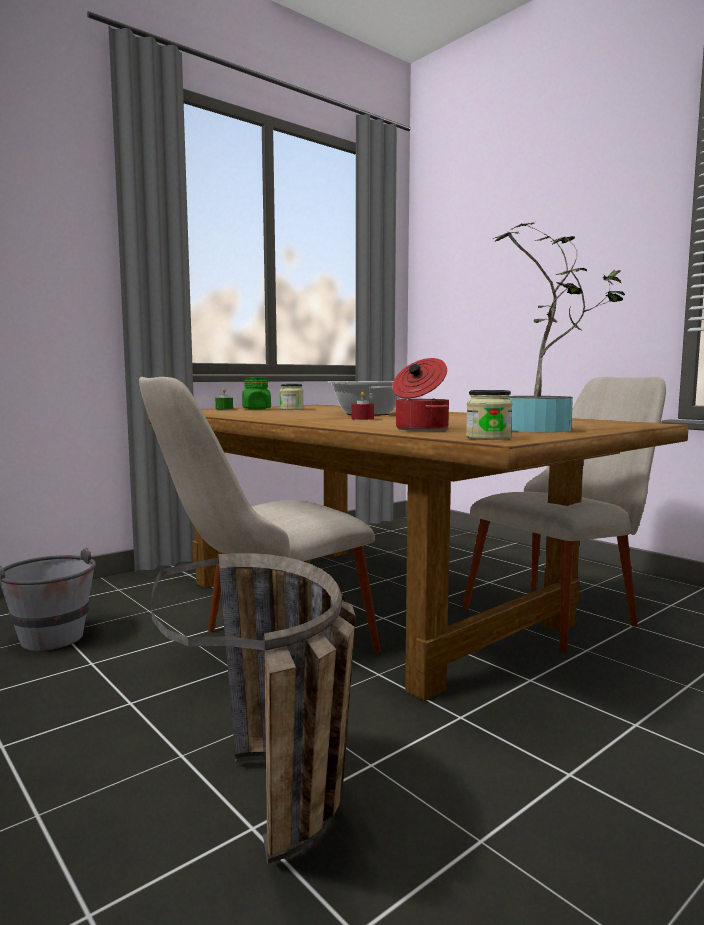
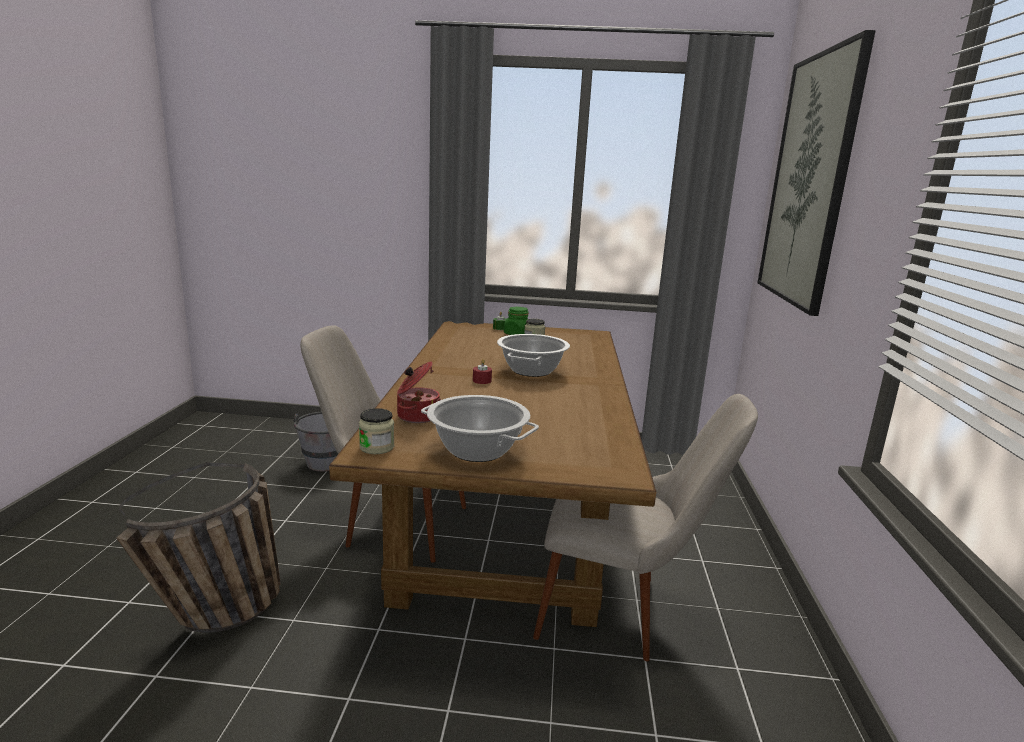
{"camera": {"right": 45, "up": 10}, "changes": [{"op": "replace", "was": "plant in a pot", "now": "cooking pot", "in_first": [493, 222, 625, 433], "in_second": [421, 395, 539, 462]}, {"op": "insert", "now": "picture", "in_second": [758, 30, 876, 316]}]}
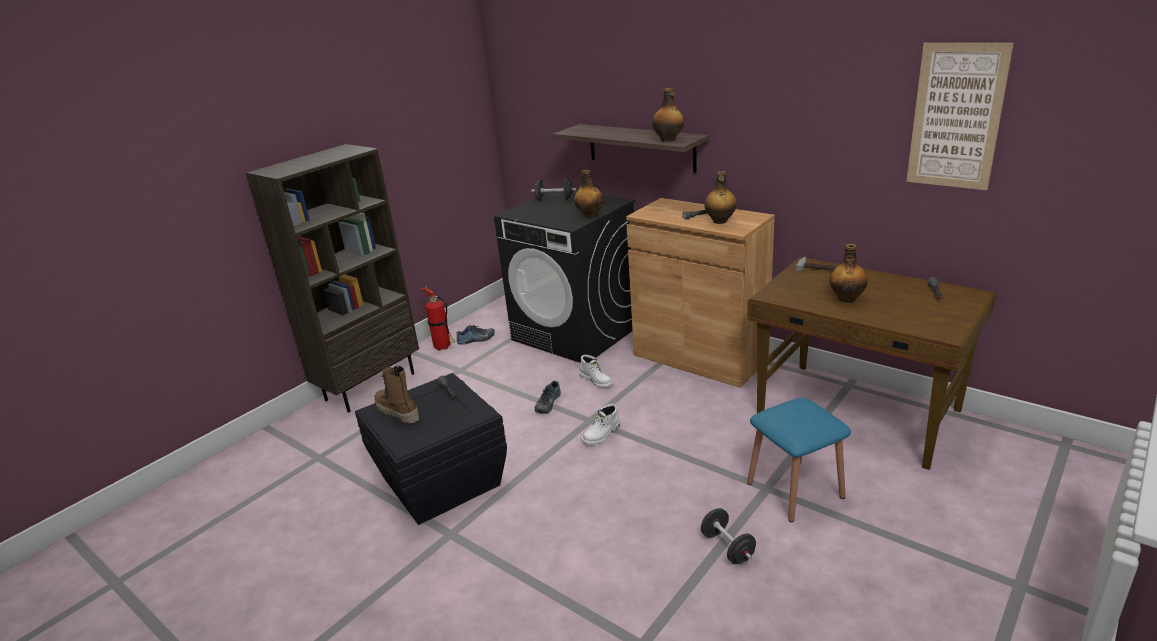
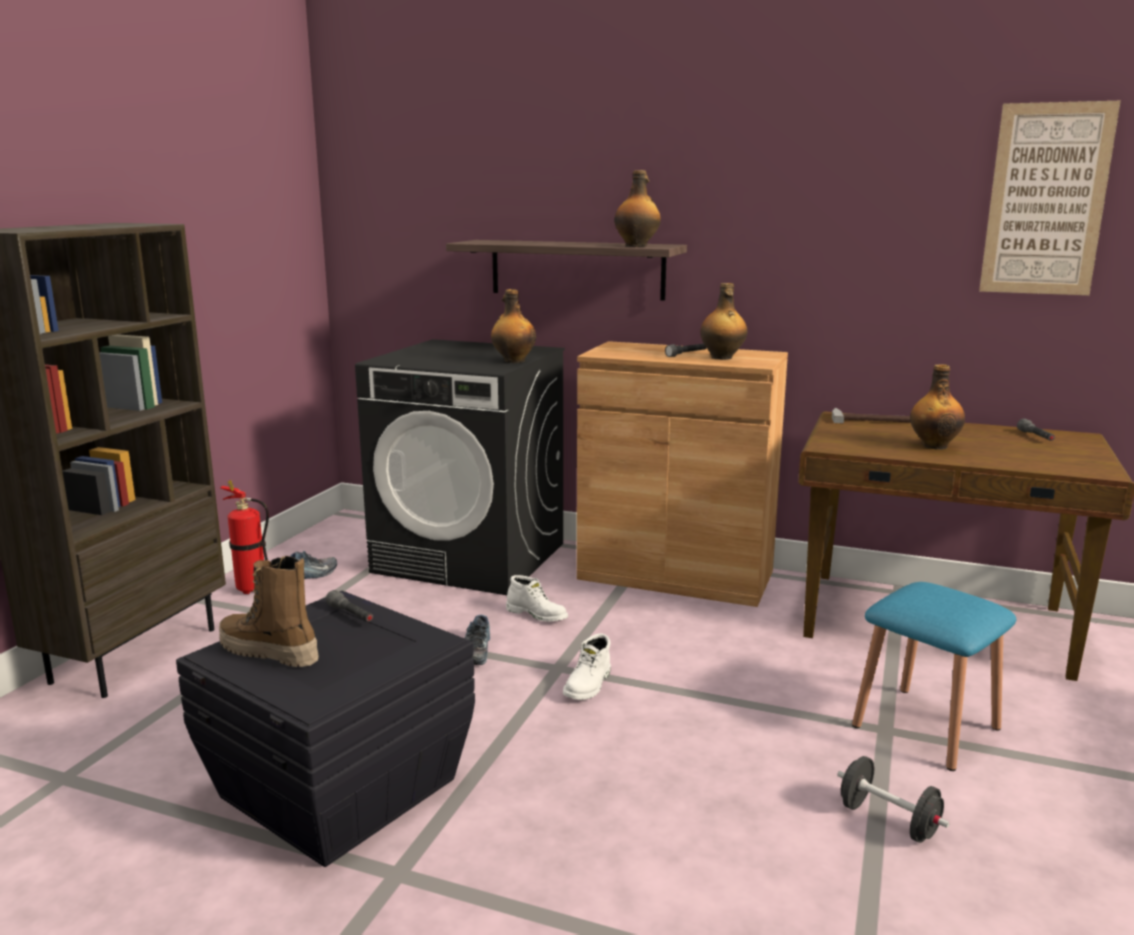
{"camera": {"right": -20, "up": -10}, "changes": [{"op": "delete", "was": "black-coloured dumbbell", "in_first": [531, 179, 576, 201]}]}
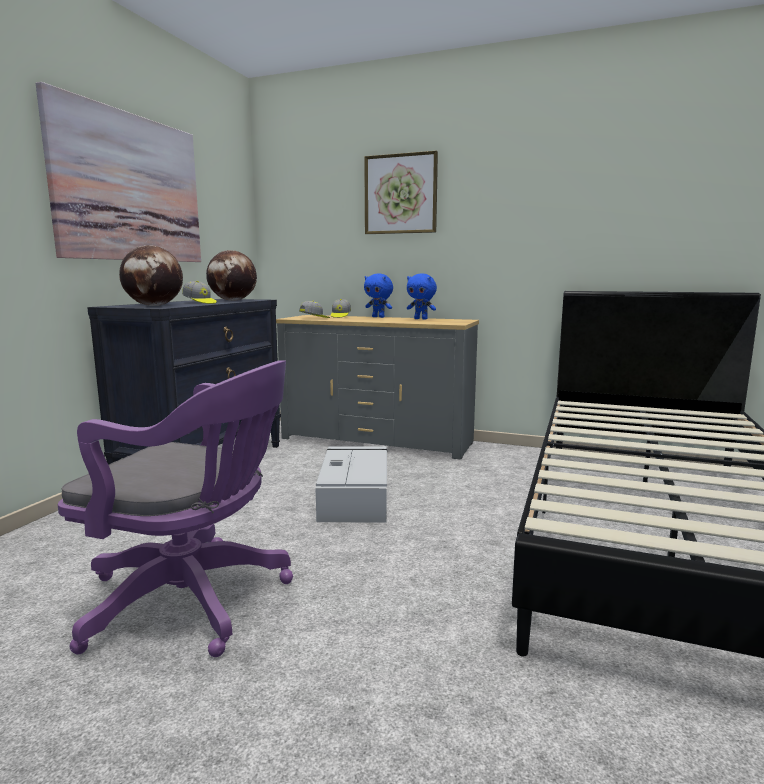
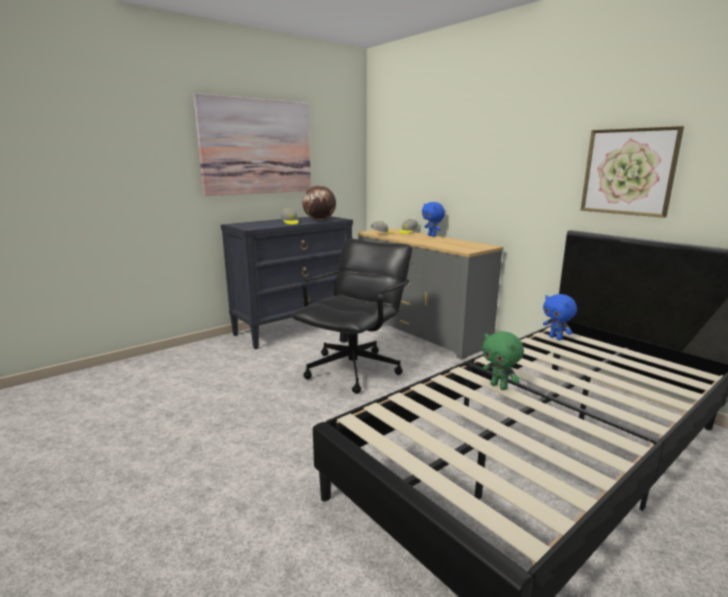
{"camera": {"right": 30, "up": 5}, "changes": [{"op": "replace", "was": "gray storage bin", "now": "black-coloured office chair", "in_first": [316, 446, 387, 522], "in_second": [292, 239, 413, 394]}, {"op": "insert", "now": "greenish cuddly toy", "in_second": [482, 331, 524, 390]}, {"op": "move", "was": "blue-coloured cuddly toy", "in_first": [407, 273, 437, 320], "in_second": [543, 294, 577, 340]}, {"op": "move", "was": "picture", "in_first": [364, 151, 438, 234], "in_second": [581, 126, 684, 218]}, {"op": "delete", "was": "purple-coloured office chair", "in_first": [58, 361, 293, 657]}, {"op": "delete", "was": "desk globe", "in_first": [119, 245, 183, 306]}]}
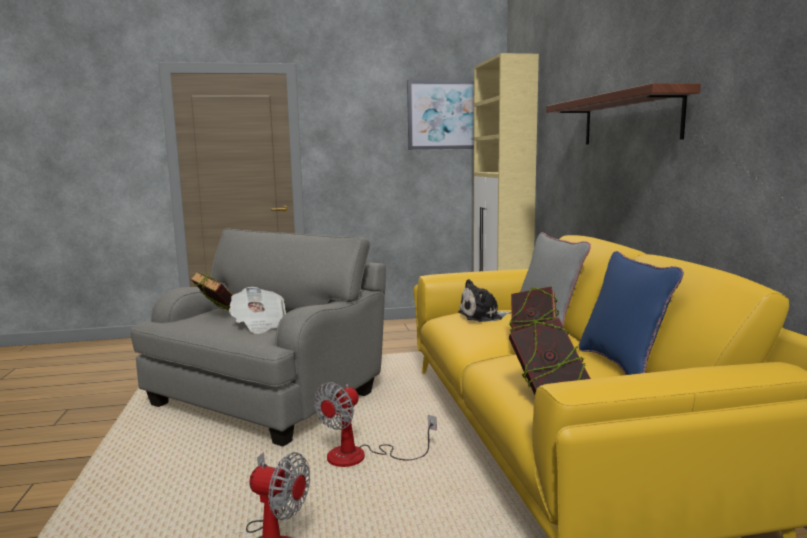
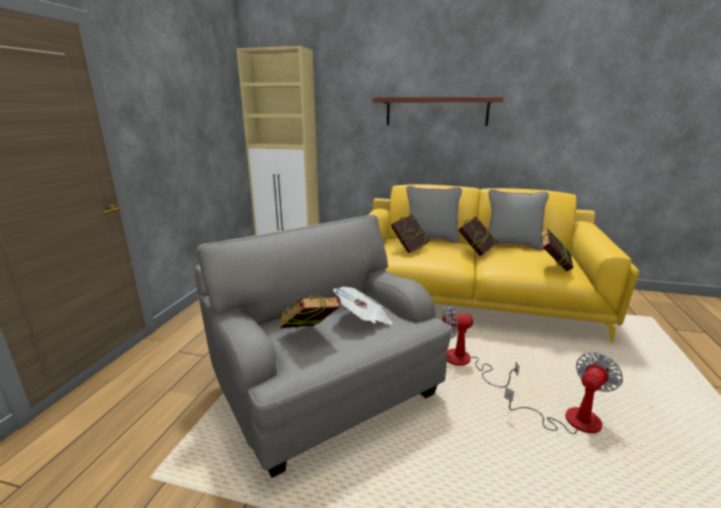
{"camera": {"right": -65, "up": 10}, "changes": [{"op": "replace", "was": "cuddly toy", "now": "bound book", "in_first": [458, 279, 511, 322], "in_second": [391, 214, 430, 253]}, {"op": "rotate", "was": "cooling fan", "in_first": [314, 382, 437, 467], "in_second": [442, 305, 519, 388], "clockwise": 120}, {"op": "recolor", "was": "blue-coloured cushion", "now": "gray cushion", "in_first": [579, 251, 684, 375], "in_second": [488, 189, 549, 250]}, {"op": "delete", "was": "picture", "in_first": [407, 80, 474, 150]}]}
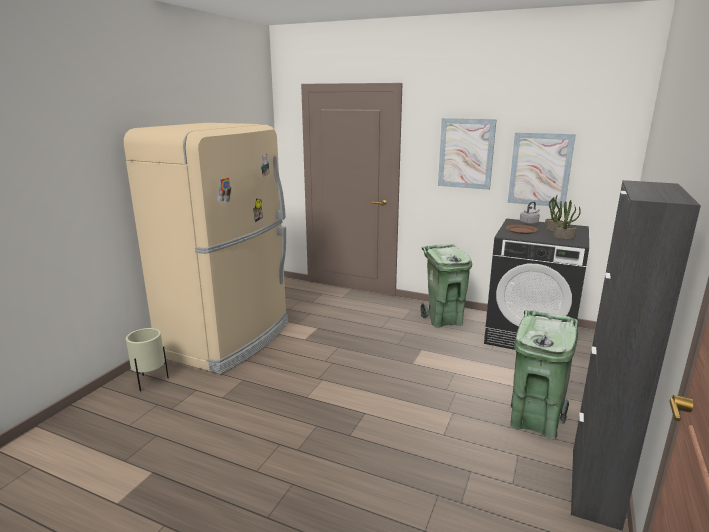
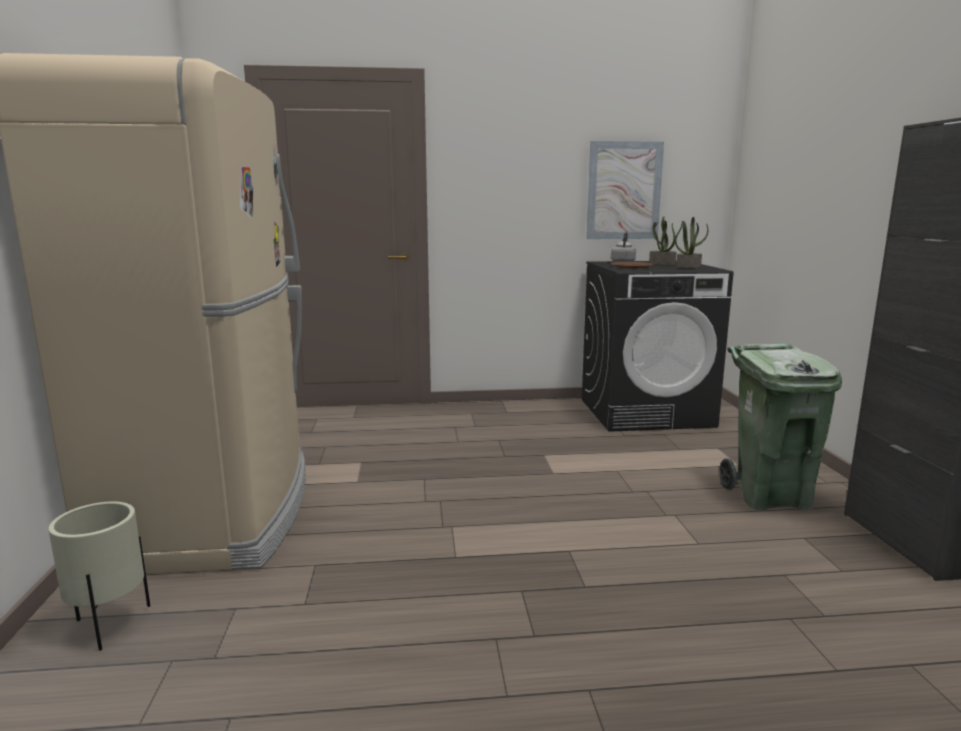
{"camera": {"right": -30, "up": -5}, "changes": [{"op": "delete", "was": "greenish waste bin", "in_first": [420, 244, 472, 328]}, {"op": "delete", "was": "picture", "in_first": [438, 118, 497, 190]}]}
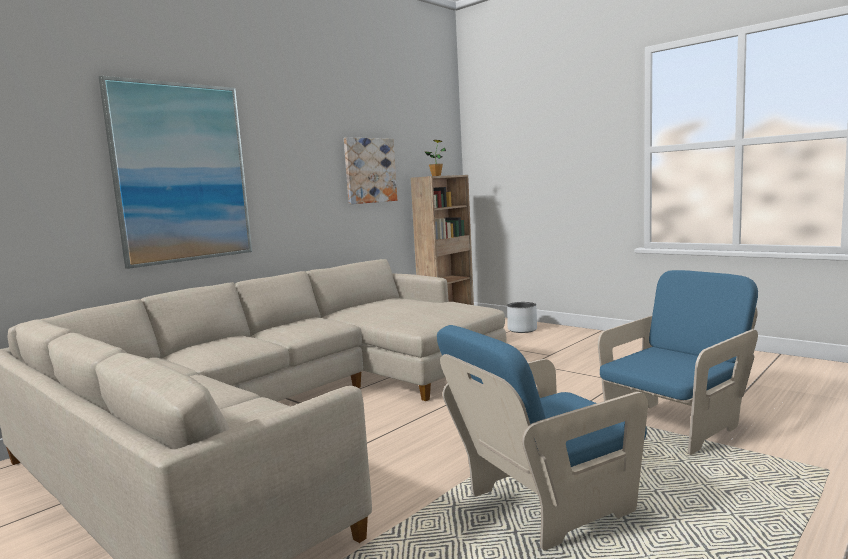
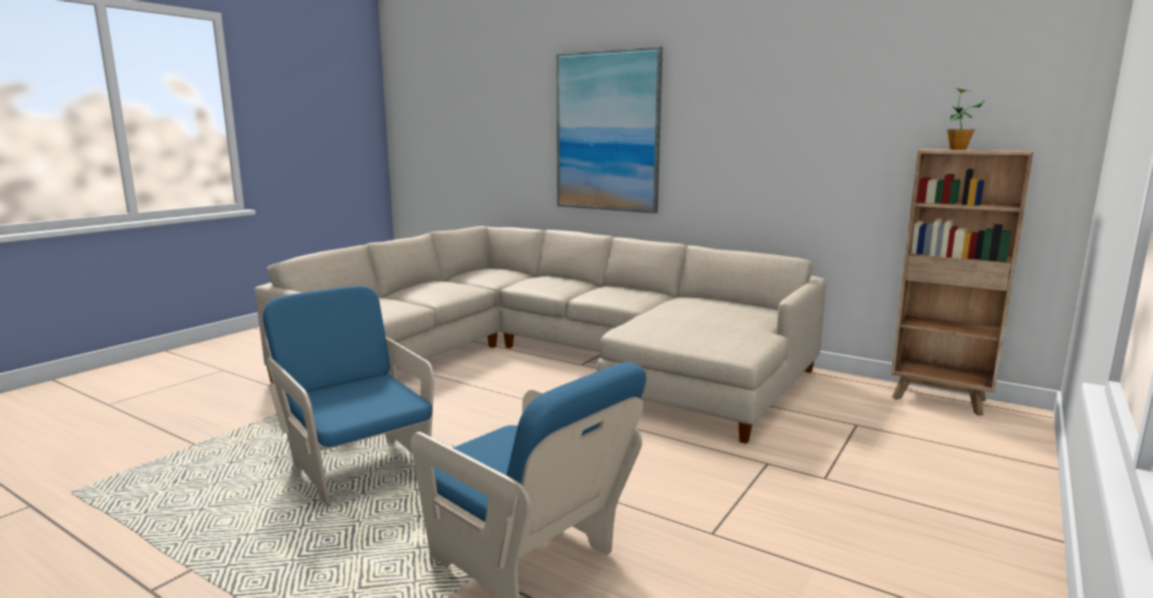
{"camera": {"right": 80, "up": 5}, "changes": [{"op": "delete", "was": "picture", "in_first": [344, 137, 397, 204]}, {"op": "delete", "was": "gray planter", "in_first": [507, 302, 537, 333]}]}
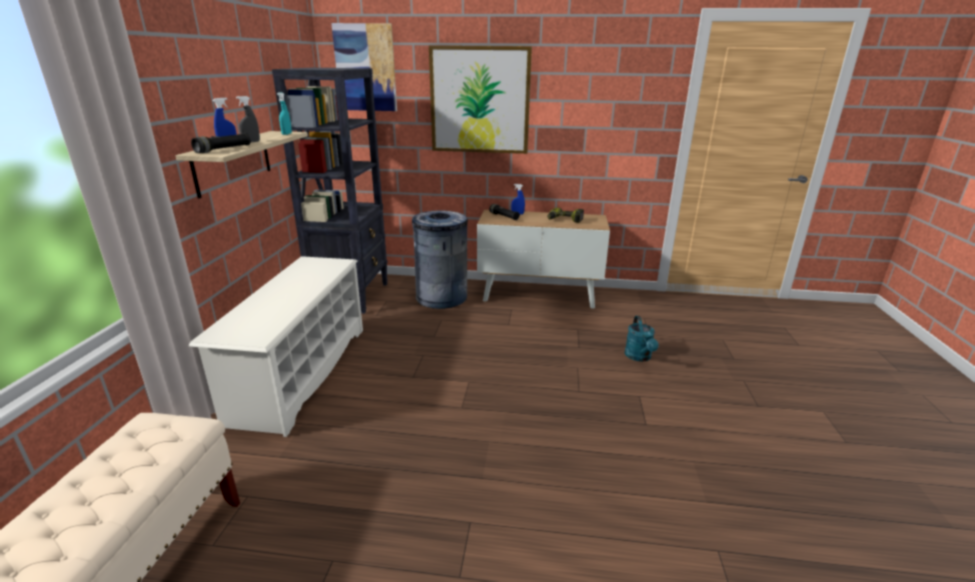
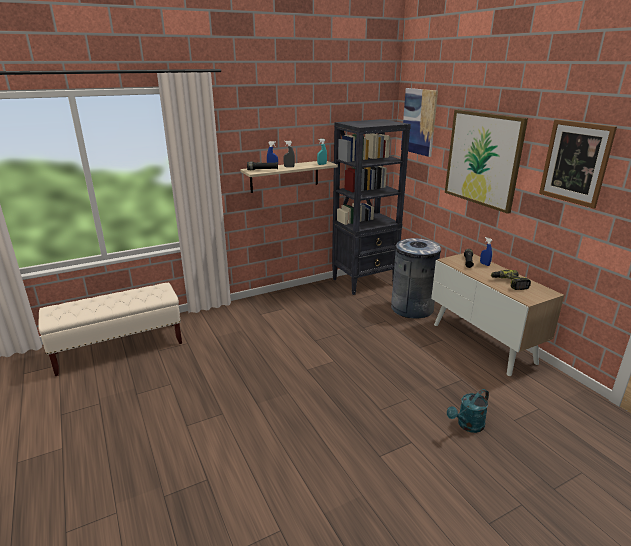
{"camera": {"right": 55, "up": 0}, "changes": [{"op": "insert", "now": "picture", "in_second": [539, 119, 617, 209]}, {"op": "delete", "was": "white-coloured shoe stand", "in_first": [189, 256, 363, 437]}]}
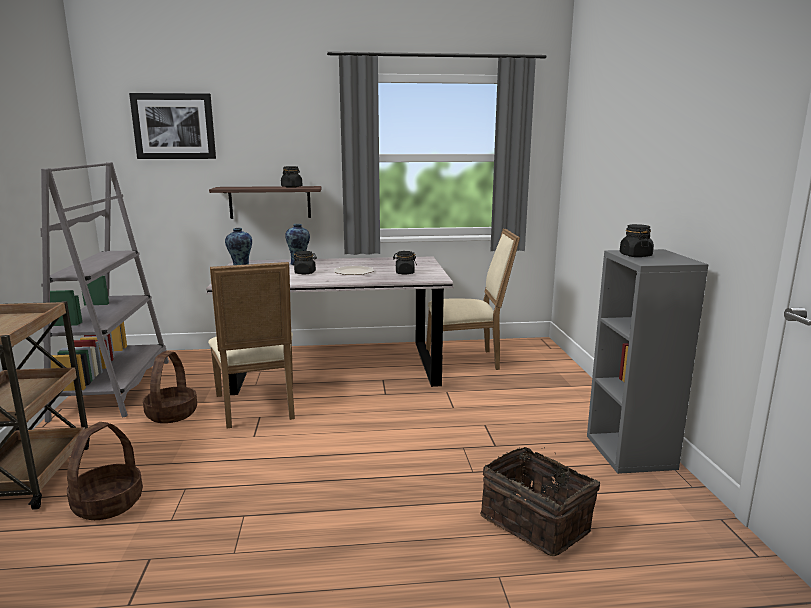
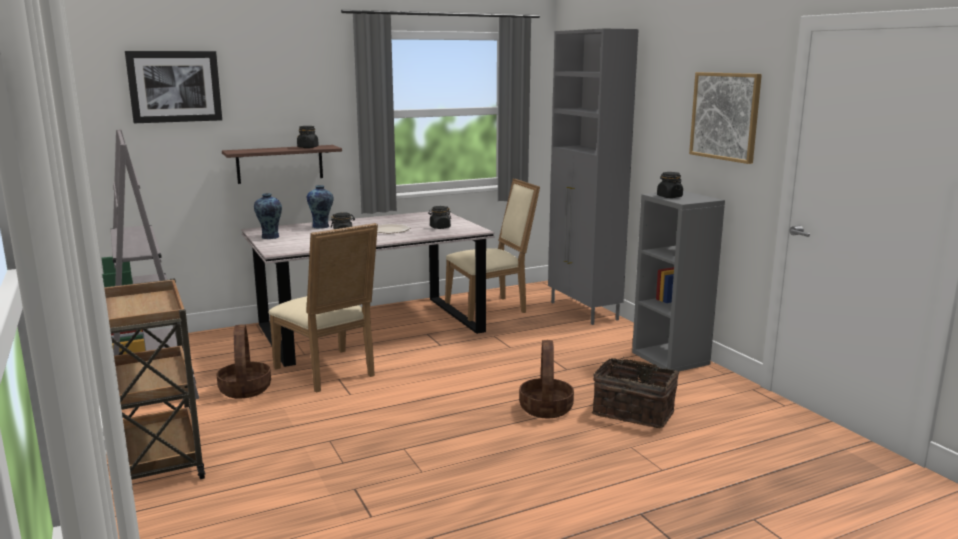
{"camera": {"right": -20, "up": 0}, "changes": [{"op": "move", "was": "basket", "in_first": [67, 422, 143, 520], "in_second": [519, 340, 574, 418]}, {"op": "insert", "now": "gray cabinet", "in_second": [548, 29, 639, 325]}, {"op": "insert", "now": "picture", "in_second": [689, 72, 762, 164]}]}
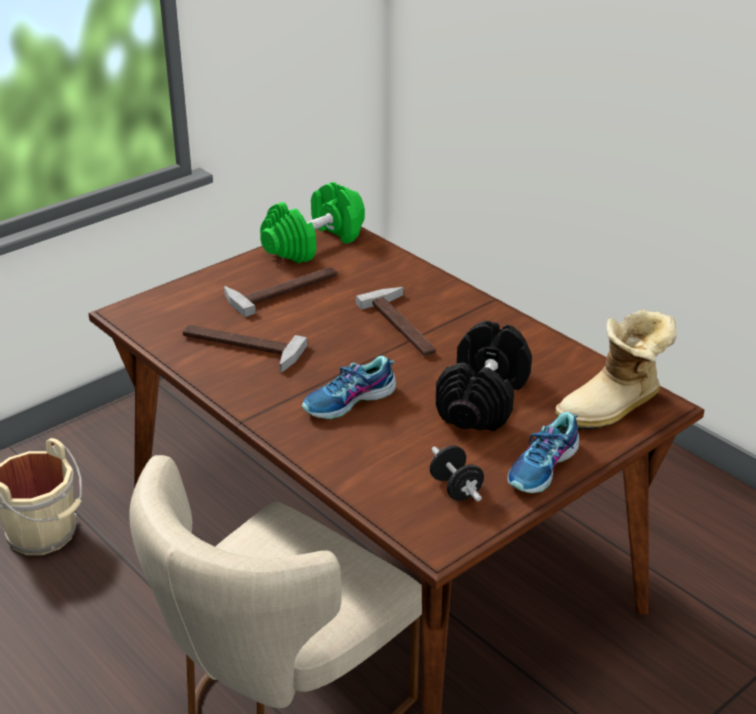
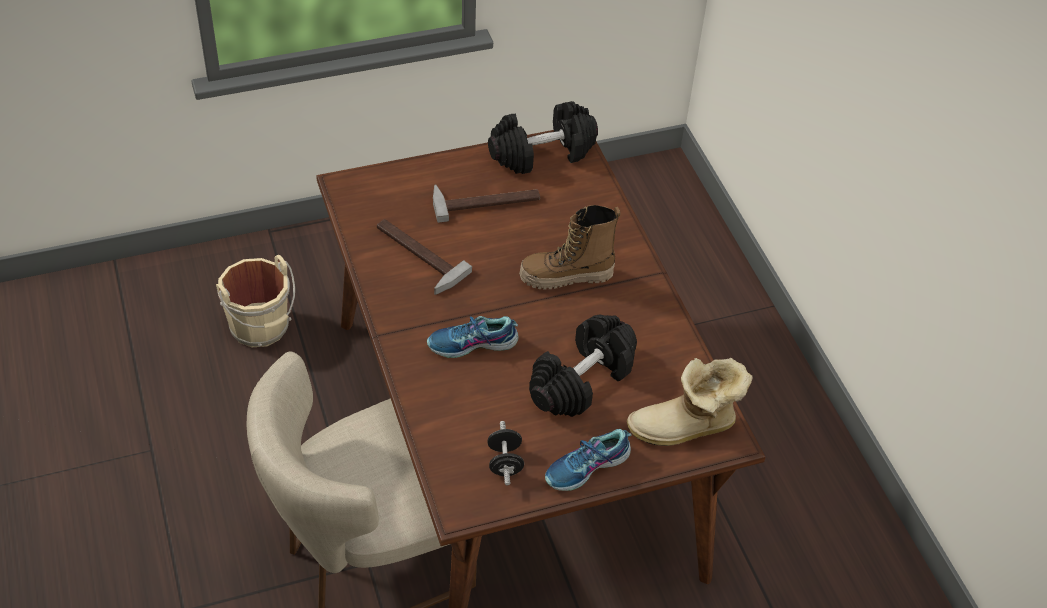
{"camera": {"right": 20, "up": 15}, "changes": [{"op": "recolor", "was": "greenish dumbbell", "now": "black-coloured dumbbell", "in_first": [260, 182, 365, 264], "in_second": [488, 101, 598, 174]}, {"op": "replace", "was": "tool hammer", "now": "tall boot", "in_first": [356, 287, 436, 356], "in_second": [519, 205, 620, 290]}]}
